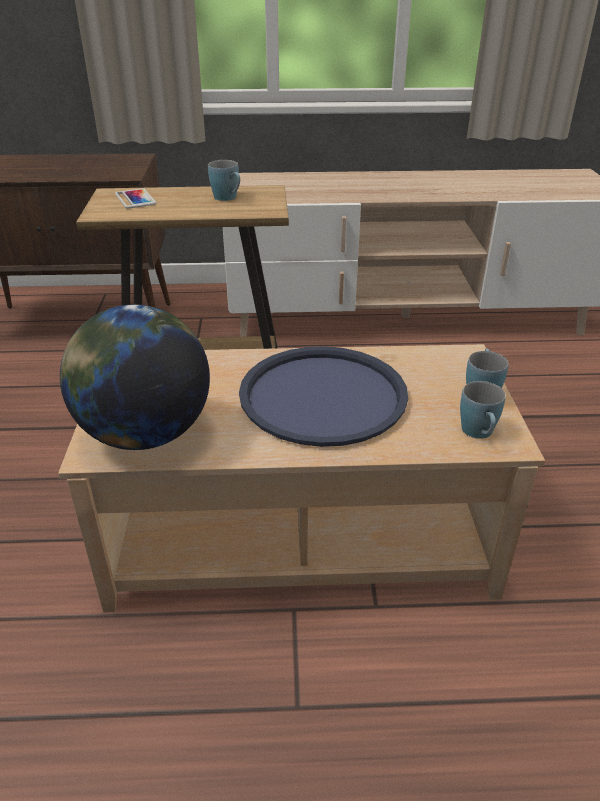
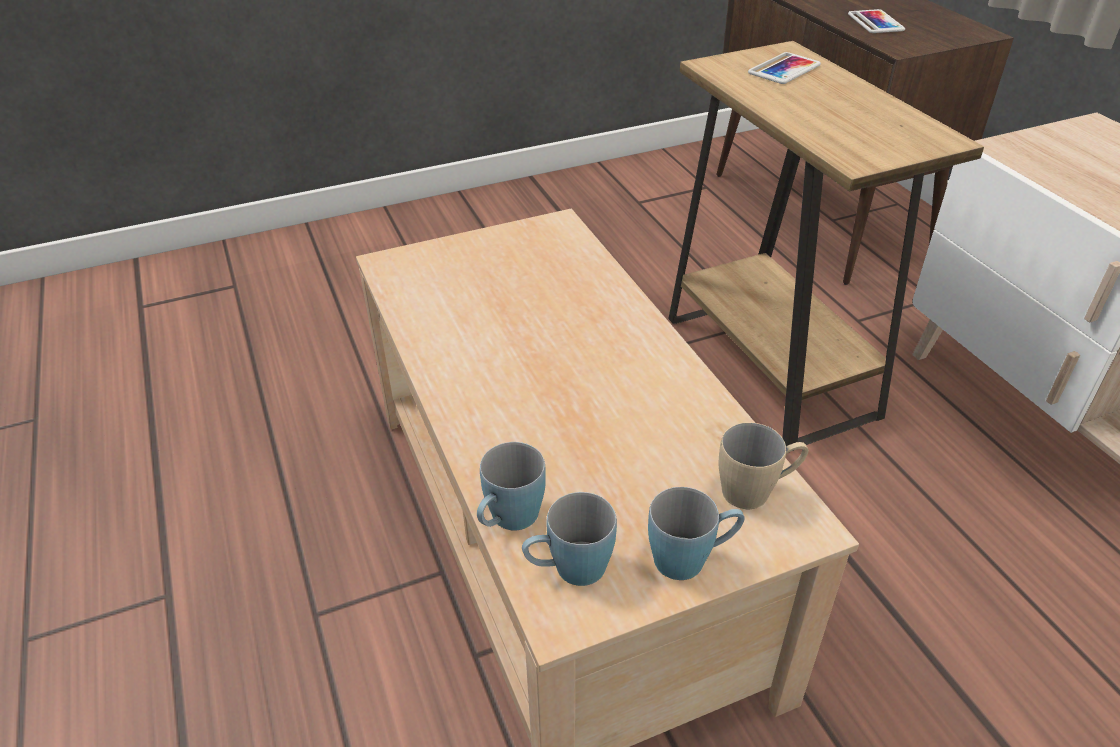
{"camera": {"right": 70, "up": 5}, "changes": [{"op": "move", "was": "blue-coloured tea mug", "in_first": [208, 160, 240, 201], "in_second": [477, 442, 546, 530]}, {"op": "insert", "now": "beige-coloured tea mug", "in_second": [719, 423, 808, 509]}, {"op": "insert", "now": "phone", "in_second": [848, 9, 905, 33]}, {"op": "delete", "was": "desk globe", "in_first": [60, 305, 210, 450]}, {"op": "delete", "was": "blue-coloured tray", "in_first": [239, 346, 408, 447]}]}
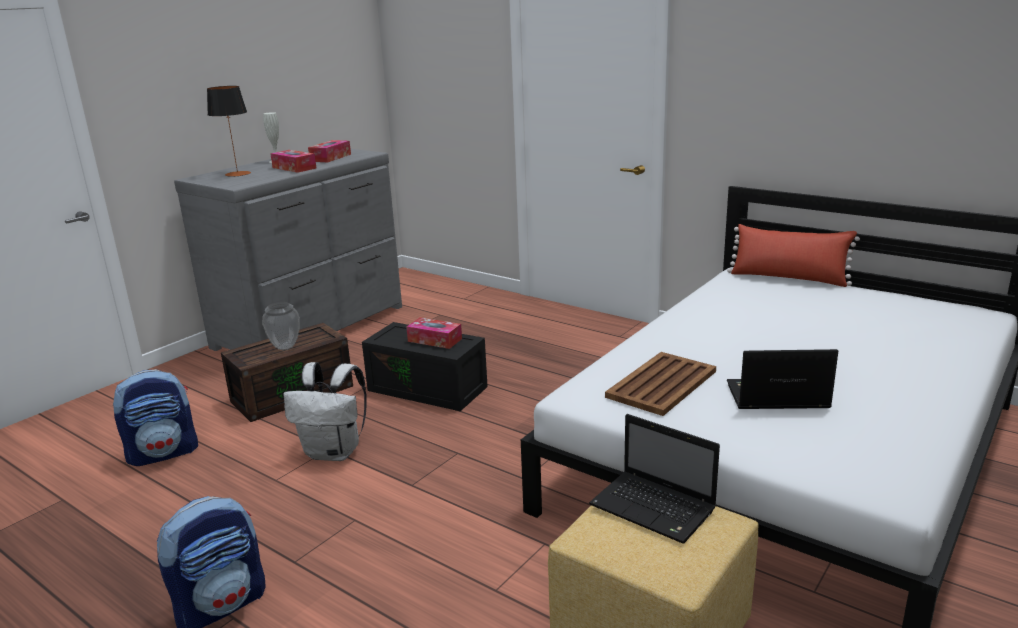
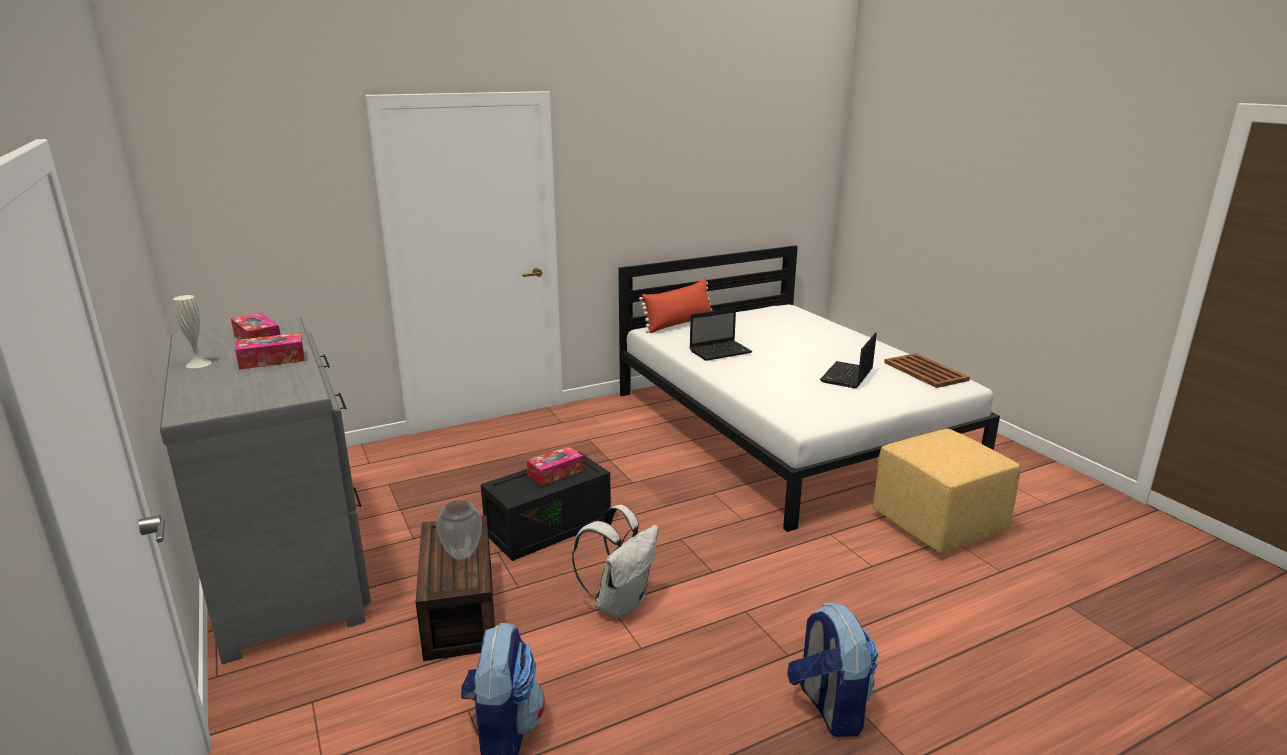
{"camera": {"right": -65, "up": 0}, "changes": [{"op": "move", "was": "laptop", "in_first": [589, 414, 720, 543], "in_second": [690, 308, 752, 361]}, {"op": "move", "was": "brownish tray", "in_first": [605, 352, 716, 416], "in_second": [884, 353, 970, 388]}, {"op": "delete", "was": "table lamp", "in_first": [207, 86, 251, 177]}]}
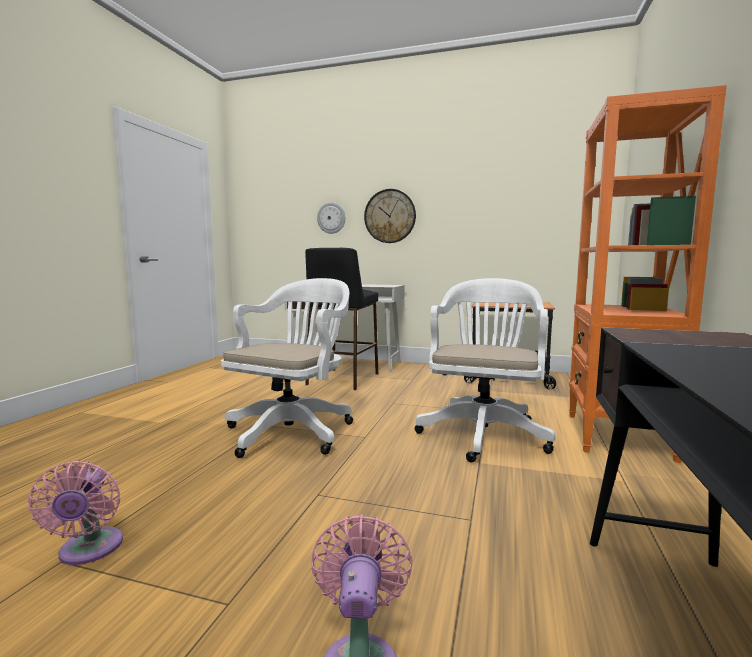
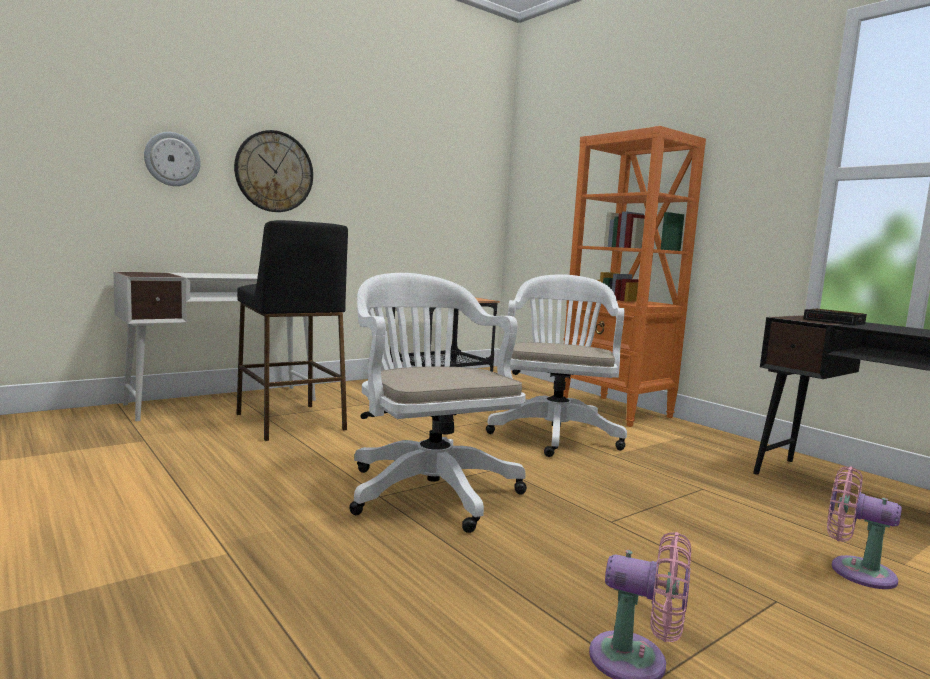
{"camera": {"right": -55, "up": 0}, "changes": [{"op": "rotate", "was": "white-coloured office chair", "in_first": [415, 278, 555, 462], "in_second": [486, 274, 627, 457], "clockwise": 45}, {"op": "insert", "now": "alarm clock", "in_second": [803, 309, 867, 326]}]}
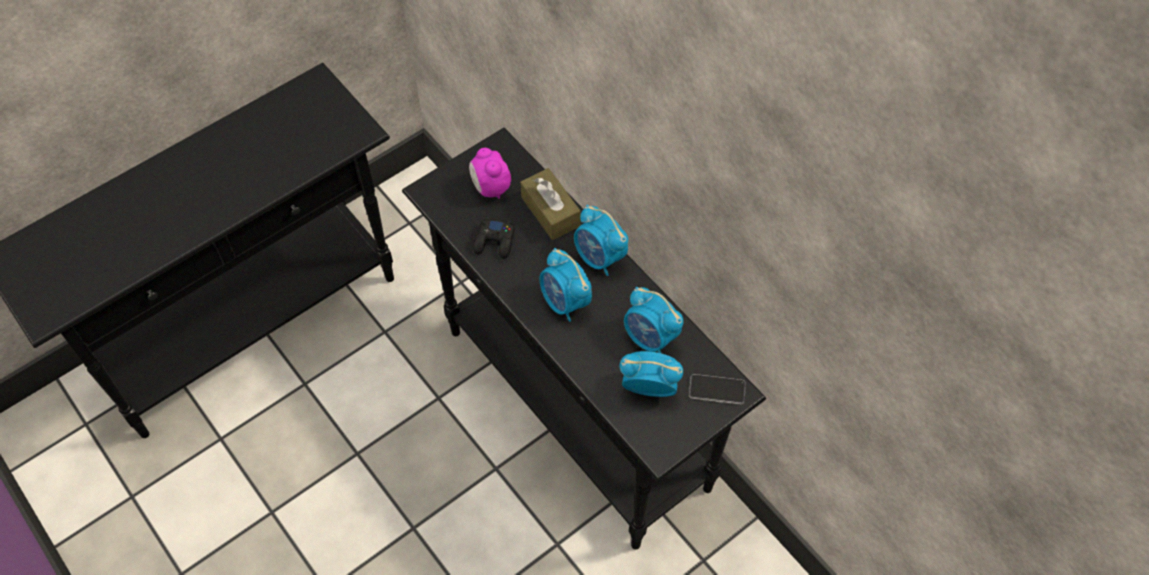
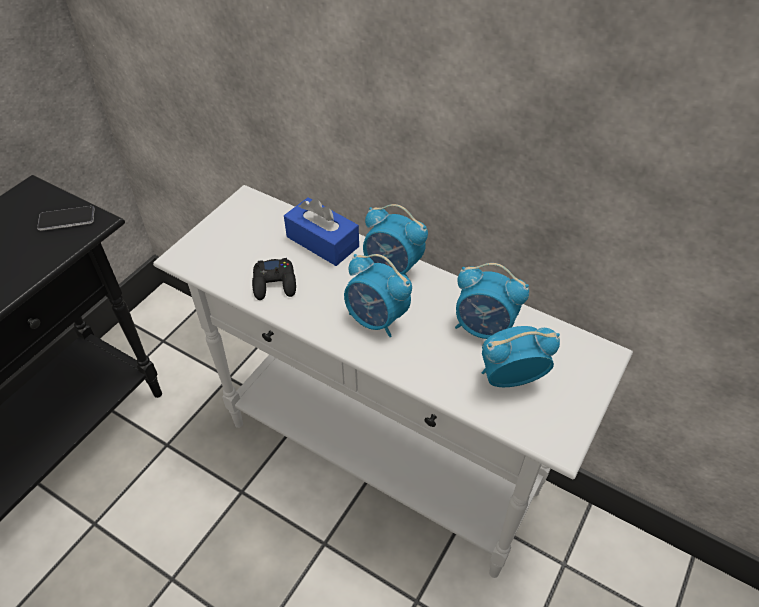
{"camera": {"right": -20, "up": -10}, "changes": [{"op": "move", "was": "phone", "in_first": [689, 374, 746, 405], "in_second": [37, 206, 95, 231]}, {"op": "recolor", "was": "black-coloured hall table", "now": "white-coloured hall table", "in_first": [402, 128, 766, 550], "in_second": [153, 185, 633, 578]}, {"op": "recolor", "was": "brownish tissue holder", "now": "blue-coloured tissue holder", "in_first": [520, 168, 581, 240], "in_second": [284, 197, 359, 266]}, {"op": "delete", "was": "alarm clock", "in_first": [469, 148, 511, 199]}]}
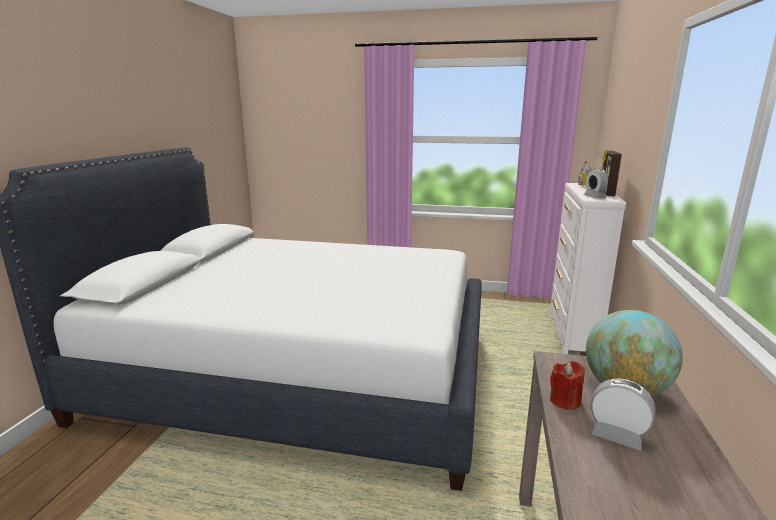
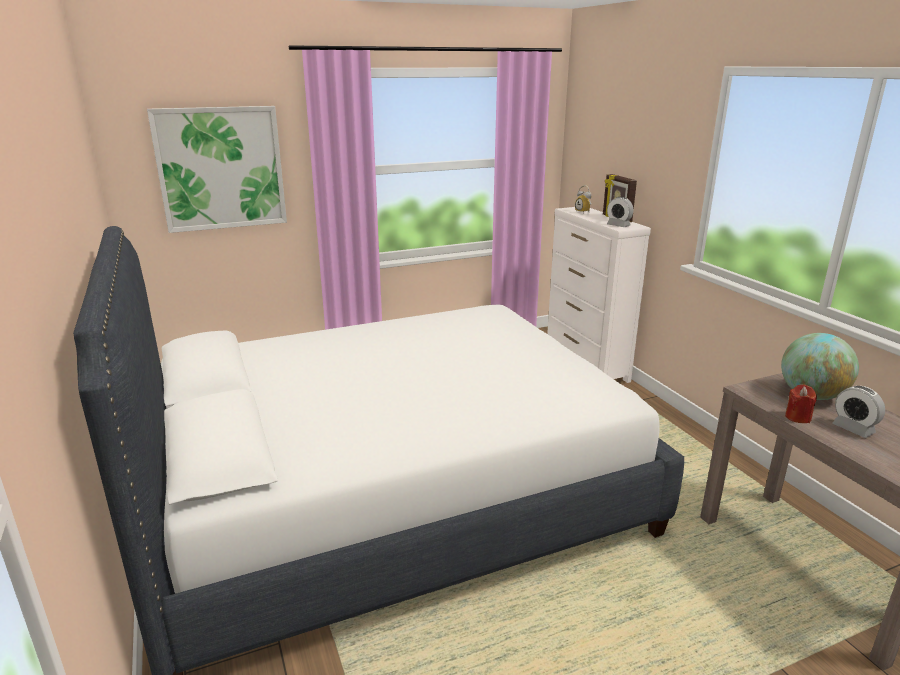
{"camera": {"right": -35, "up": 5}, "changes": [{"op": "insert", "now": "picture", "in_second": [147, 106, 287, 233]}, {"op": "rotate", "was": "alarm clock", "in_first": [591, 379, 656, 450], "in_second": [832, 386, 885, 438], "clockwise": -120}]}
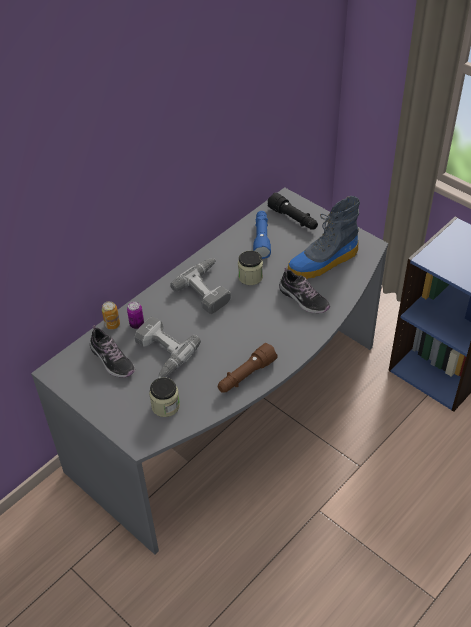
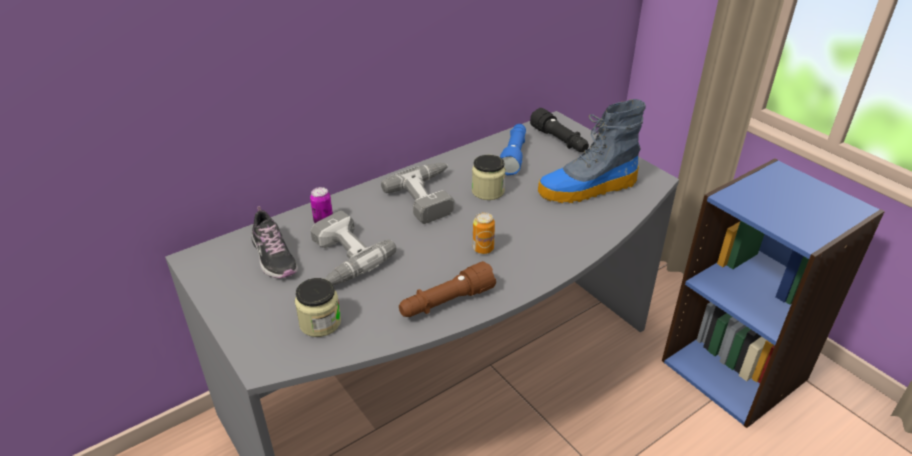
{"camera": {"right": 10, "up": -10}, "changes": [{"op": "move", "was": "sealed can", "in_first": [102, 301, 120, 330], "in_second": [473, 212, 495, 254]}, {"op": "delete", "was": "low shoe", "in_first": [279, 267, 330, 313]}]}
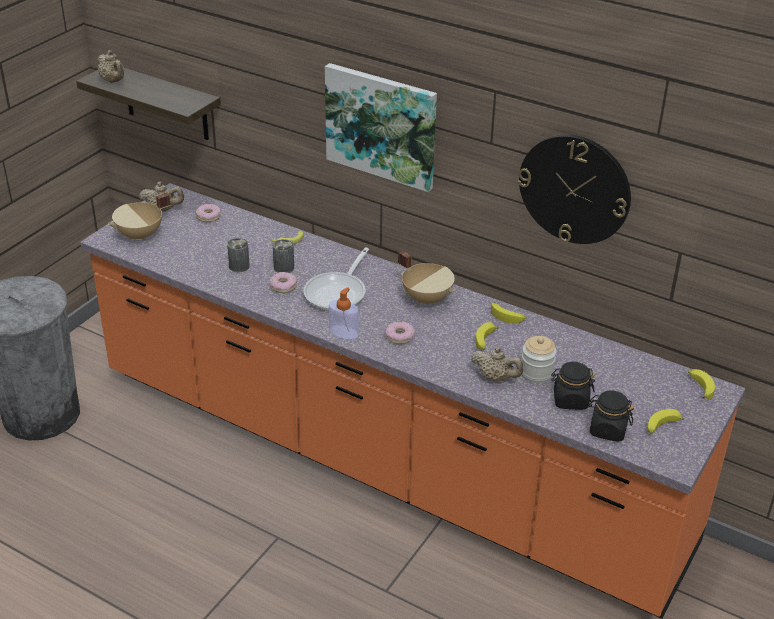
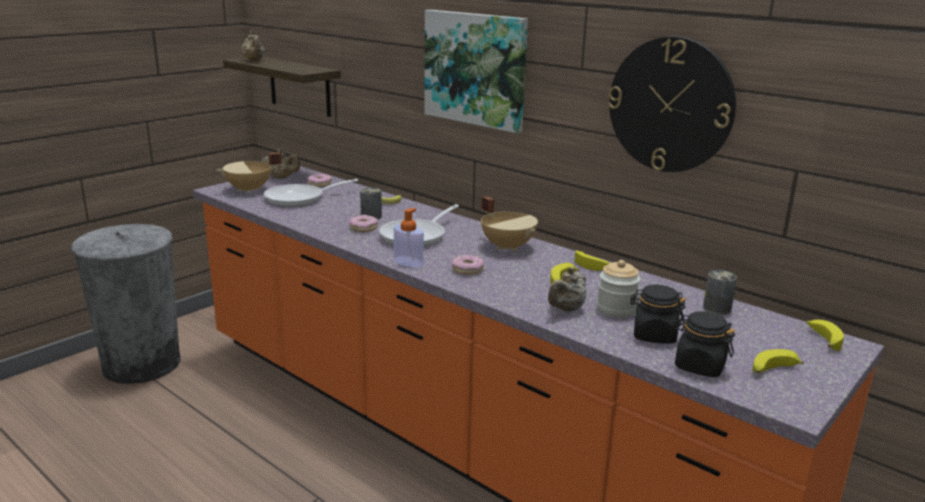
{"camera": {"right": 10, "up": -15}, "changes": [{"op": "insert", "now": "skillet", "in_second": [264, 179, 358, 207]}, {"op": "rotate", "was": "beige-coloured pot for tea", "in_first": [471, 347, 523, 382], "in_second": [548, 267, 587, 312], "clockwise": 90}, {"op": "move", "was": "sealed can", "in_first": [227, 238, 250, 272], "in_second": [703, 270, 737, 315]}]}
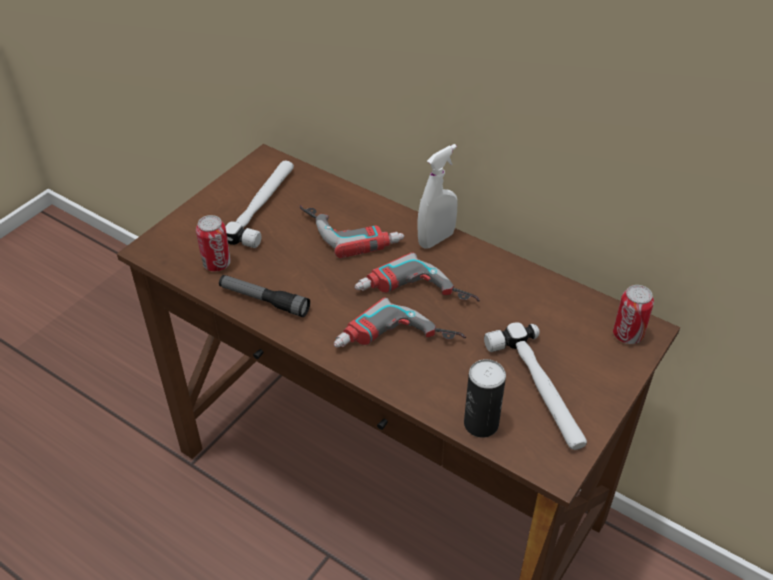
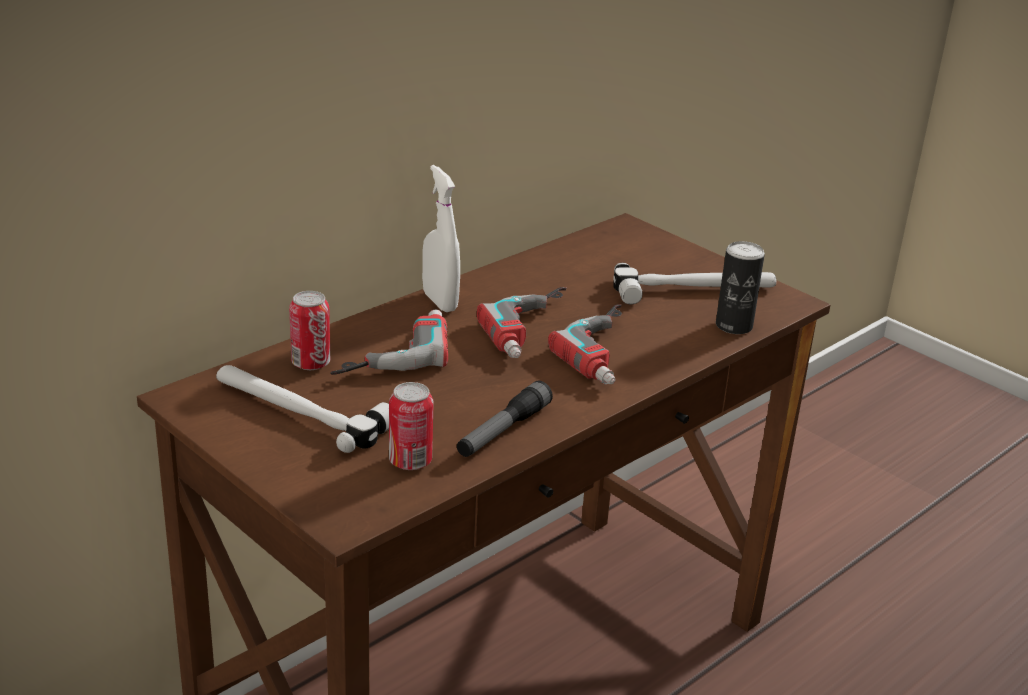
{"camera": {"right": -80, "up": -15}, "changes": [{"op": "move", "was": "sealed can", "in_first": [613, 285, 654, 344], "in_second": [289, 291, 330, 370]}]}
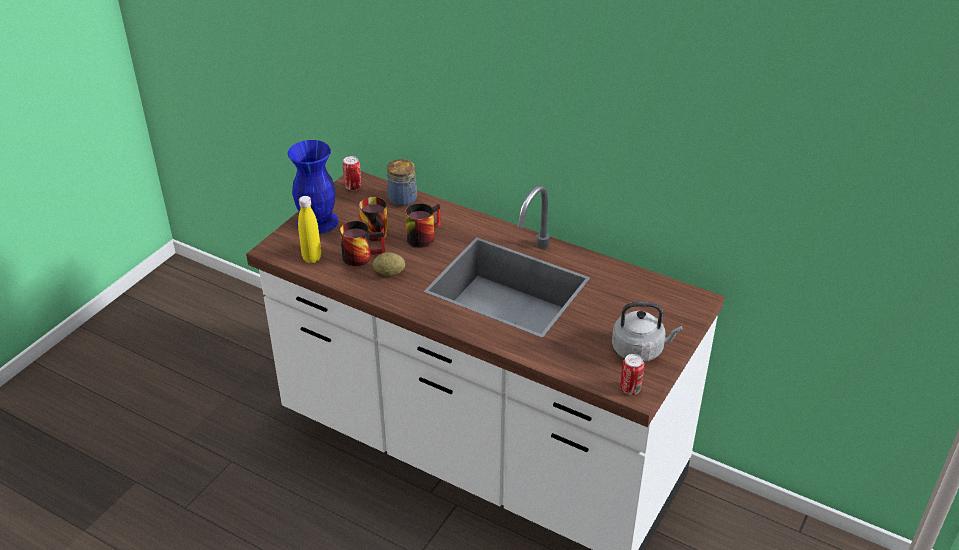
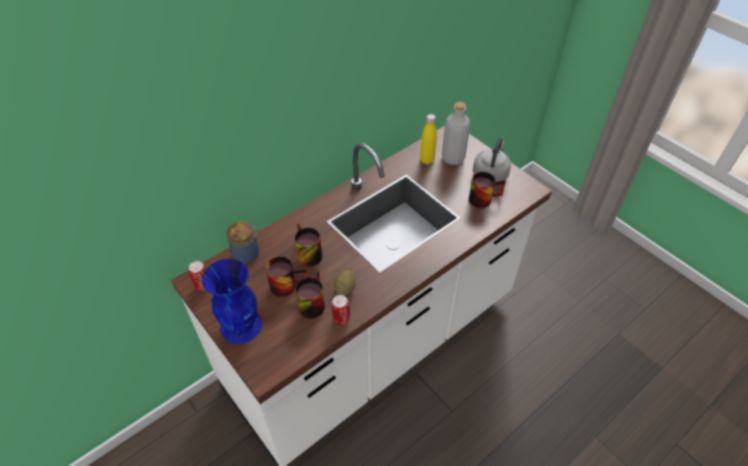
{"camera": {"right": -70, "up": 10}, "changes": [{"op": "move", "was": "sealed can", "in_first": [620, 354, 644, 395], "in_second": [331, 295, 350, 326]}, {"op": "move", "was": "yellowish bottle", "in_first": [298, 196, 321, 263], "in_second": [420, 114, 437, 164]}, {"op": "insert", "now": "gray bottle", "in_second": [442, 102, 470, 165]}, {"op": "insert", "now": "tea mug", "in_second": [469, 172, 506, 208]}]}
